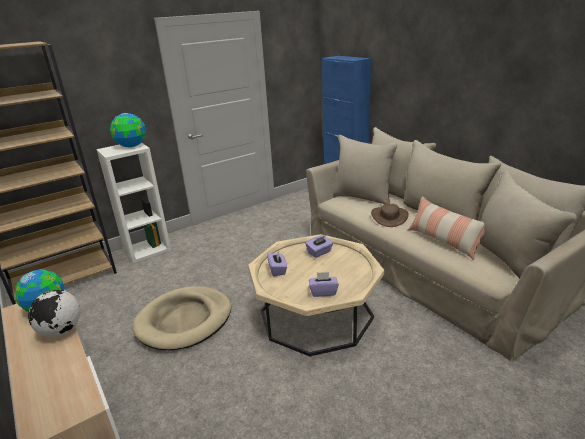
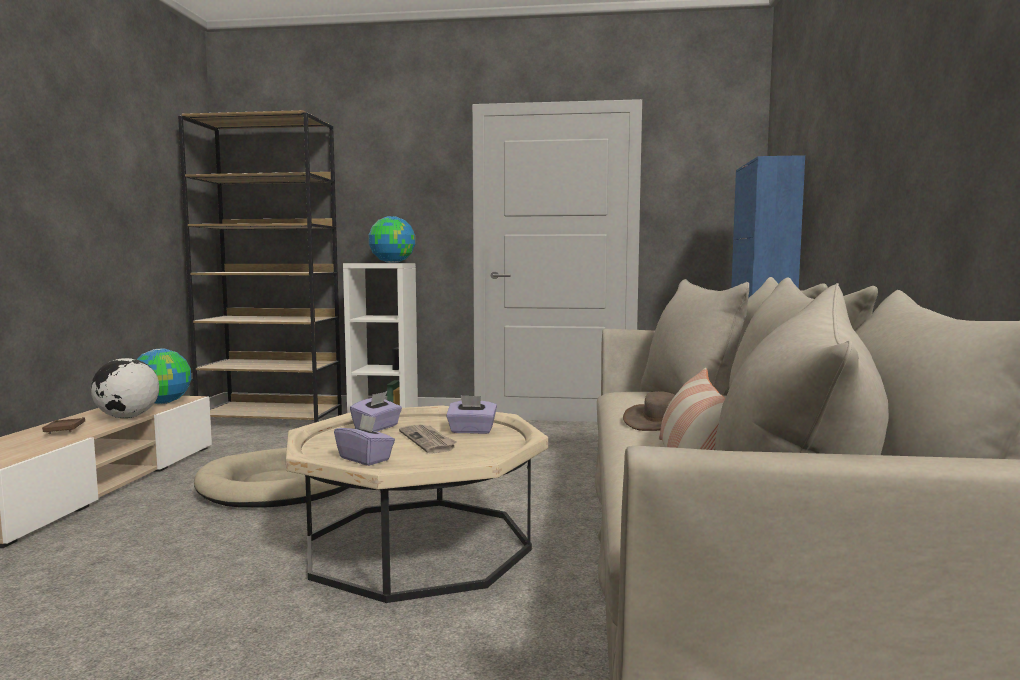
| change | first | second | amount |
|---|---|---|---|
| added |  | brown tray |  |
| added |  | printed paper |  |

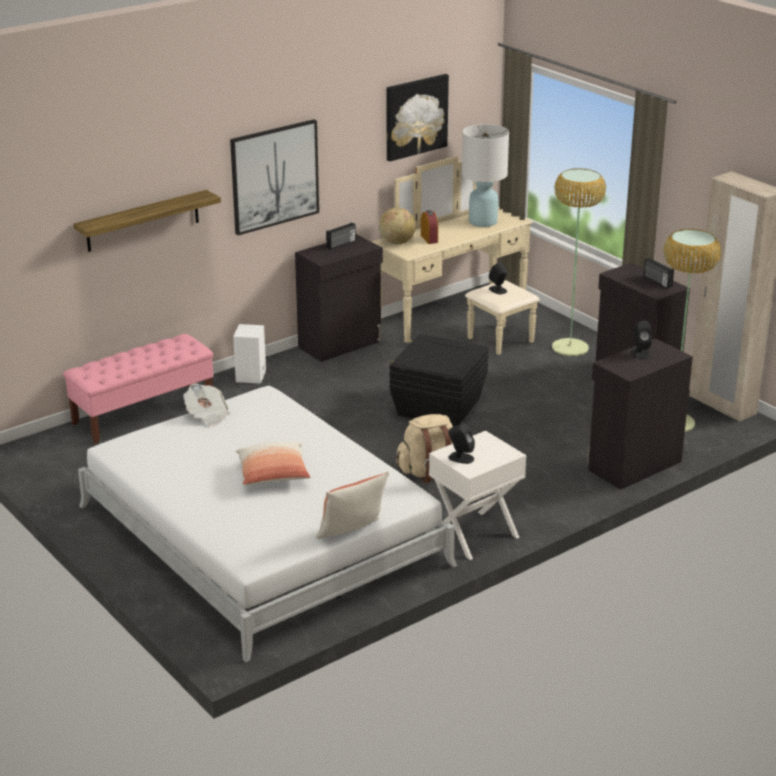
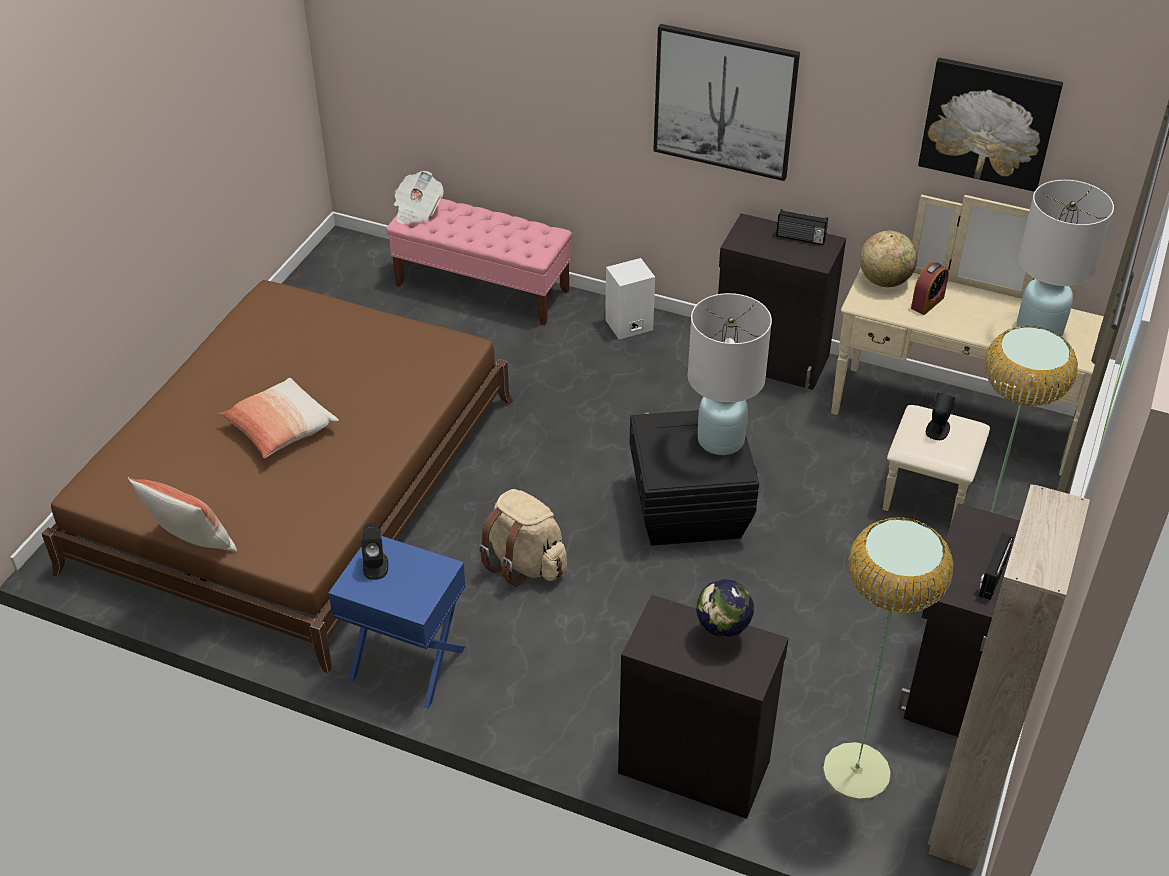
| change | first | second | amount |
|---|---|---|---|
| removed | shelf |  |  |
| added |  | white table lamp (1st from left) |  |
| moved | printed paper |  |  |
| replaced | blackish audio speaker (3rd from left) | globe (1st from left) |  |
| recoloured | white sleeping bed | brown sleeping bed |  |
| recoloured | white bedside table | bluish bedside table |  |

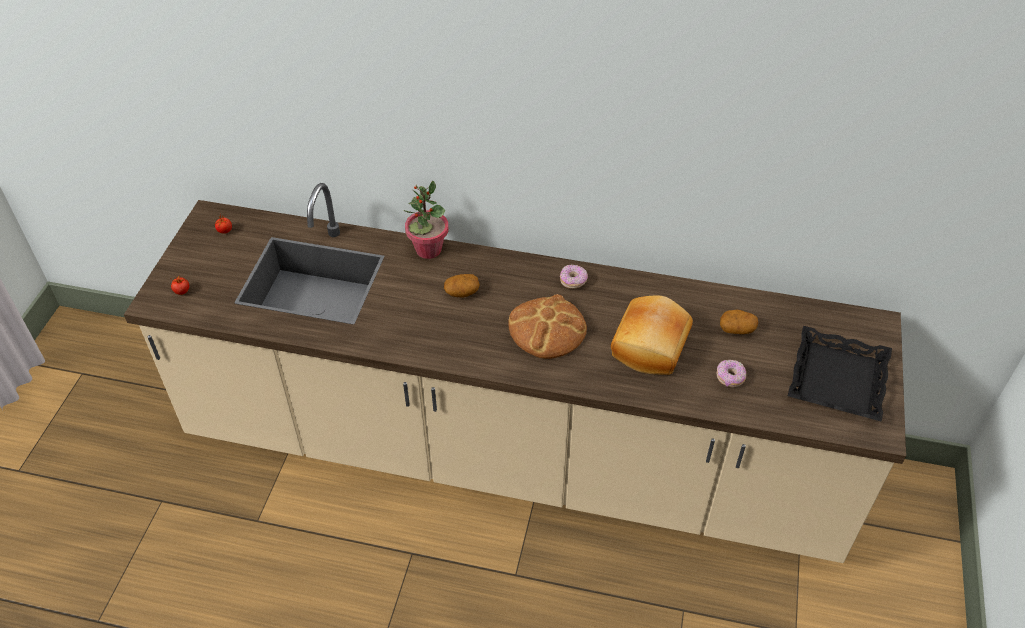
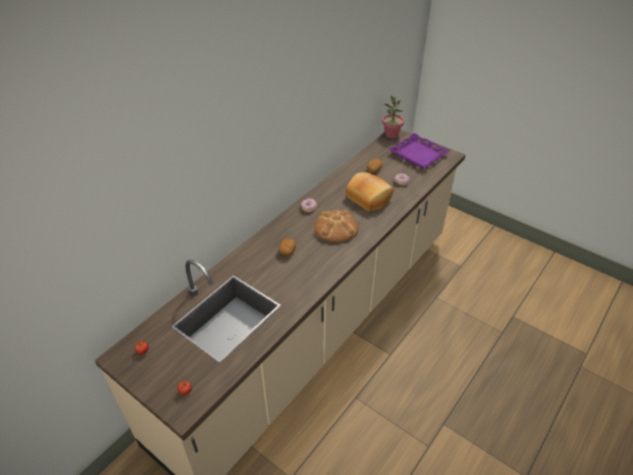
| change | first | second | amount |
|---|---|---|---|
| moved | plant in a pot |  |  |
| recoloured | blackish tray | purple tray |  |

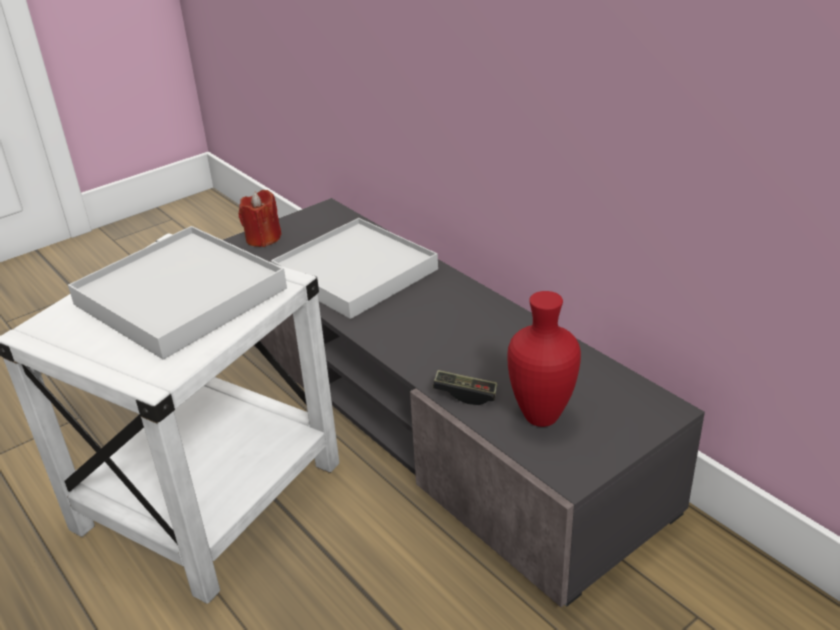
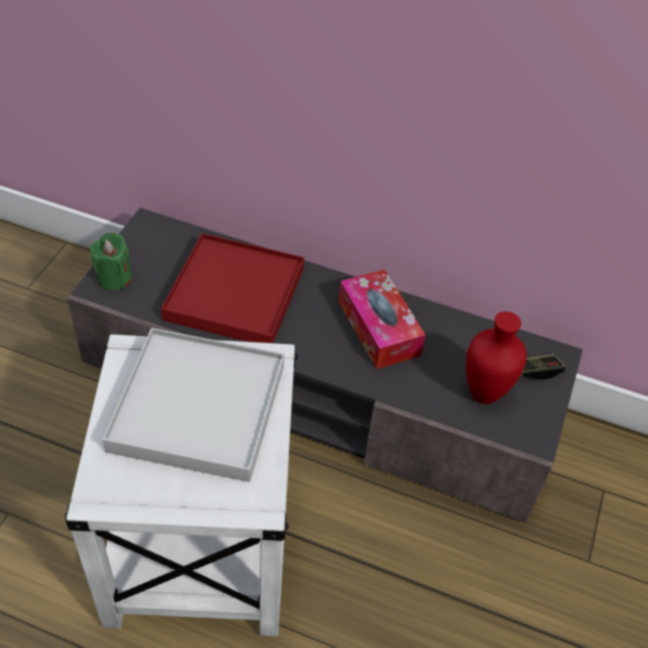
| change | first | second | amount |
|---|---|---|---|
| added |  | tissue holder |  |
| moved | gamepad |  |  |
| recoloured | red candle | greenish candle |  |
| recoloured | white tray (2nd from left) | red tray |  |

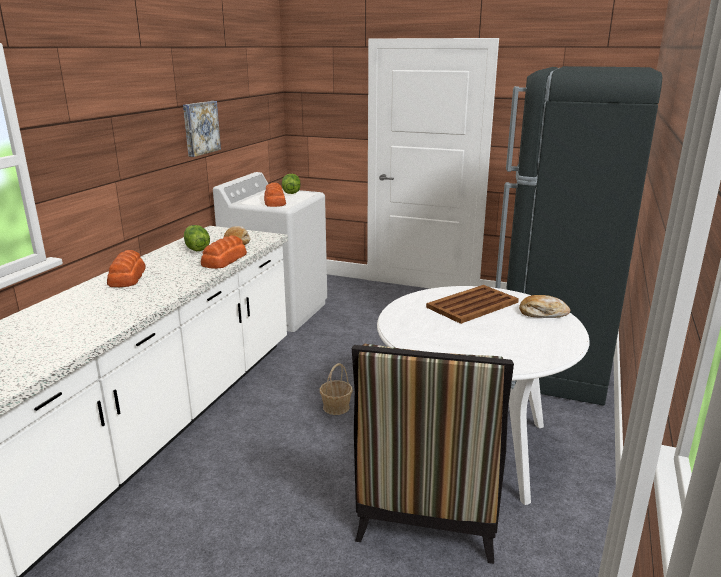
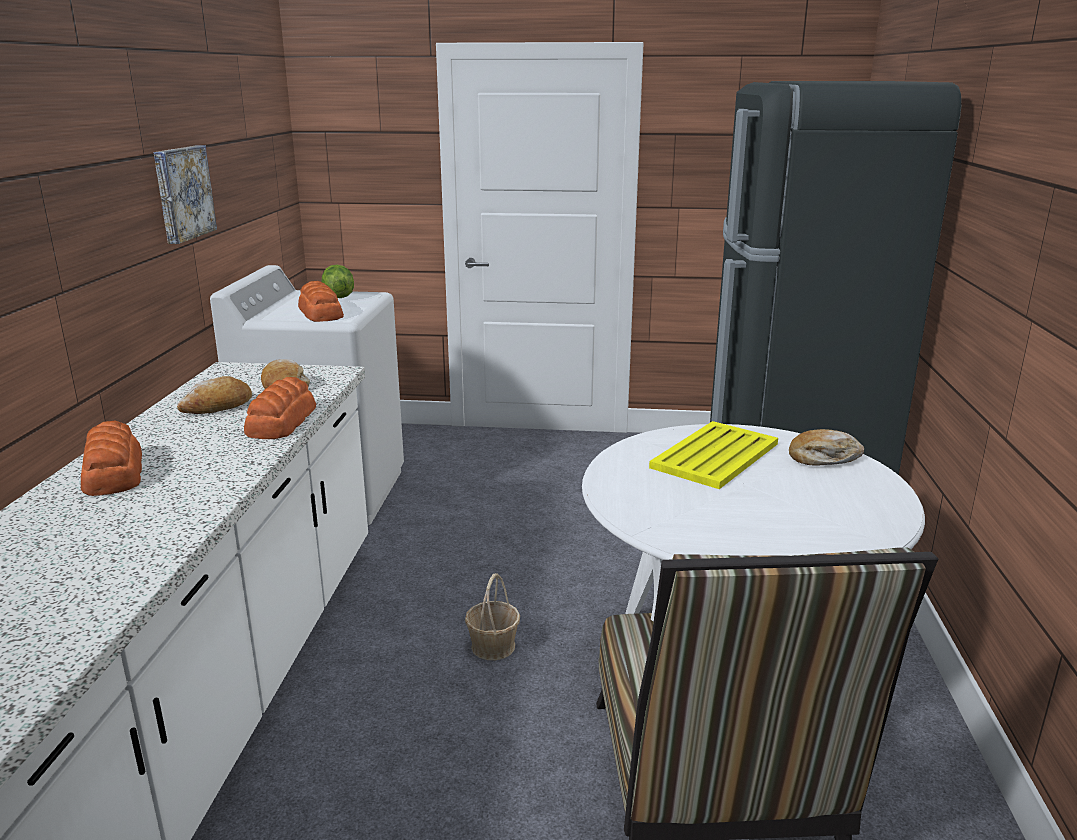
| change | first | second | amount |
|---|---|---|---|
| replaced | lettuce (1st from left) | baked bread (2nd from left) |  |
| recoloured | brown tray | yellowish tray |  |

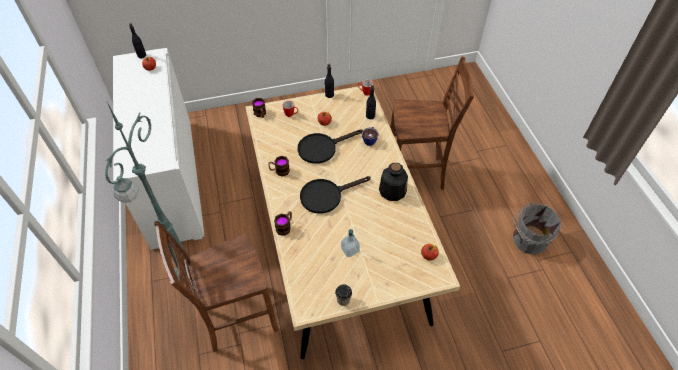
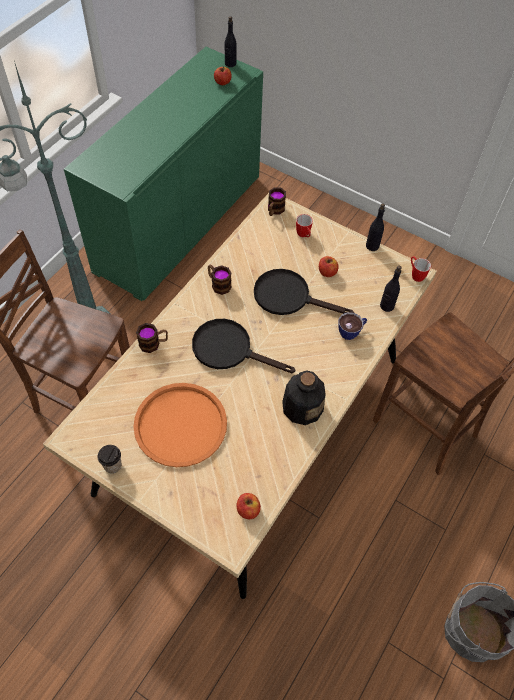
| change | first | second | amount |
|---|---|---|---|
| replaced | soap bottle | orange-coloured tray |  |
| recoloured | white storage cabinet | greenish storage cabinet |  |

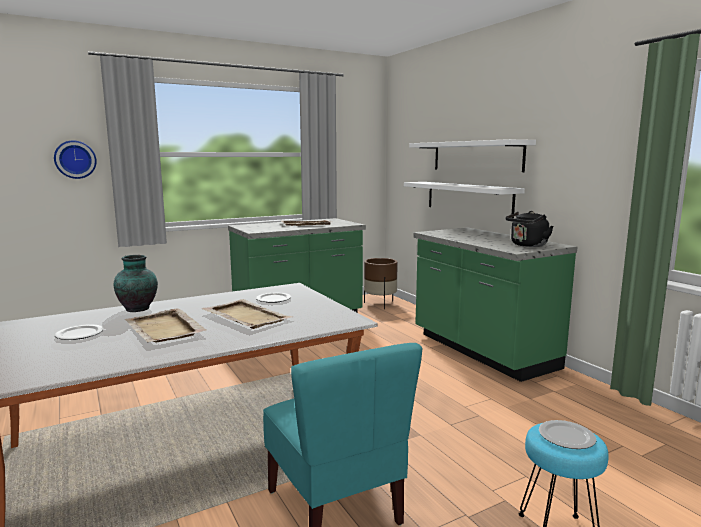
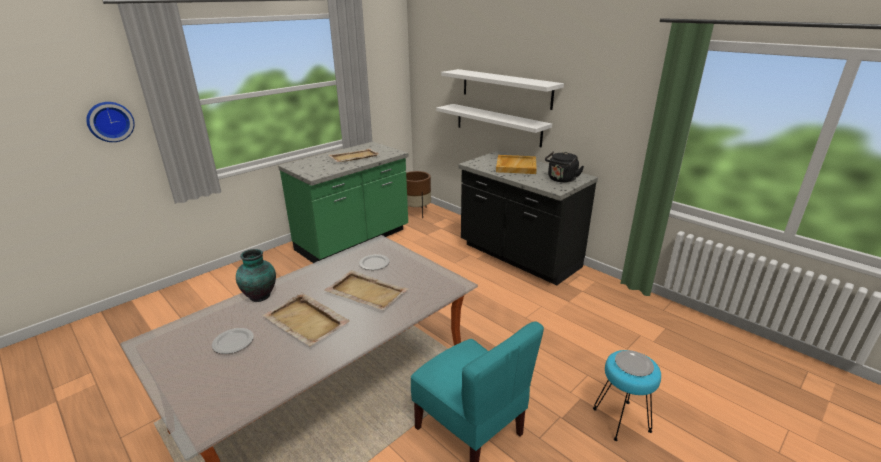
| change | first | second | amount |
|---|---|---|---|
| added |  | beige tray (4th from left) |  |
| recoloured | greenish kitchen counter (2nd from left) | blackish kitchen counter |  |

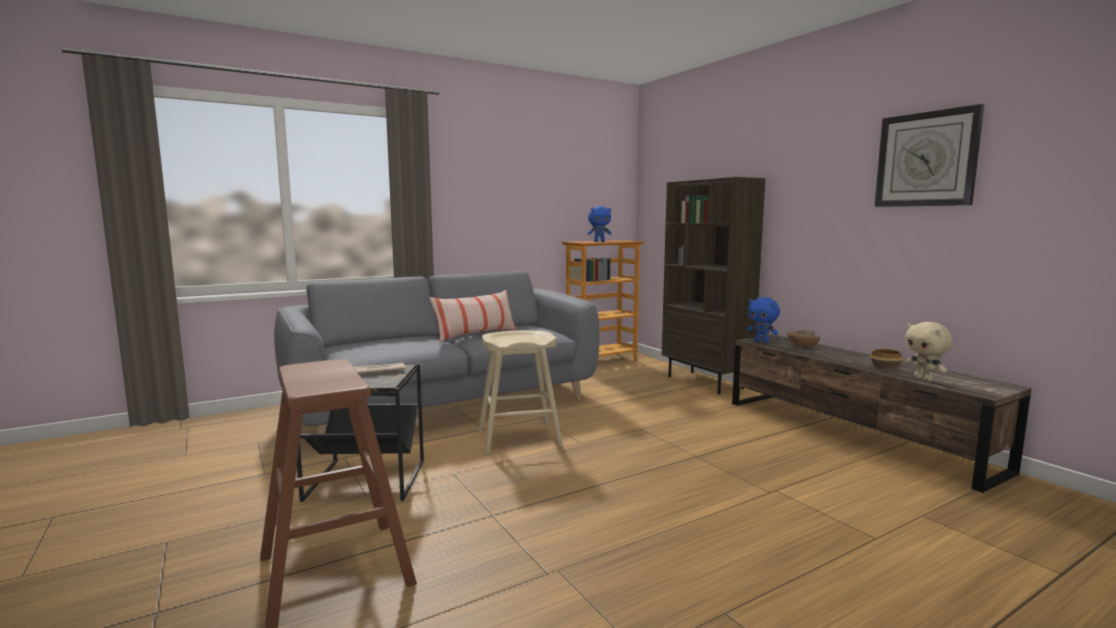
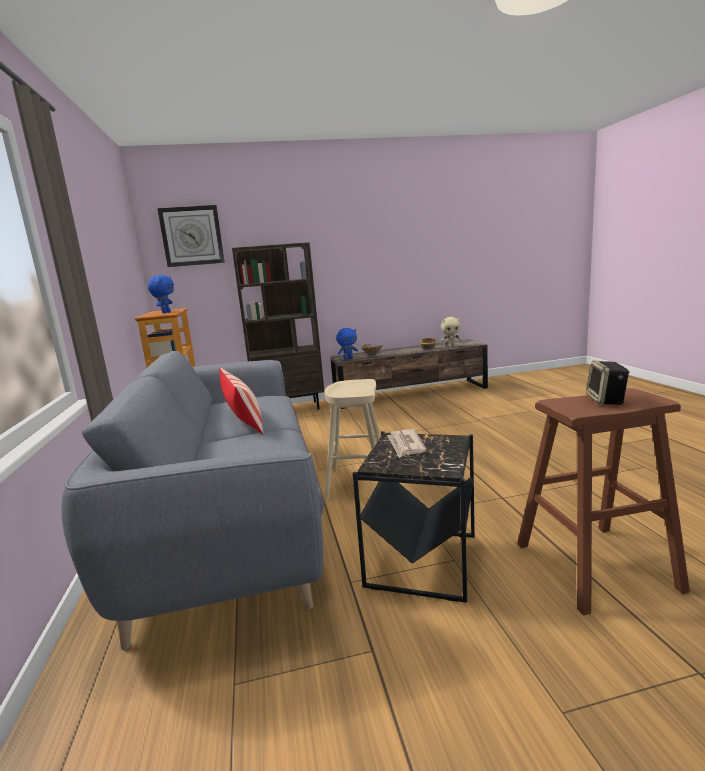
| change | first | second | amount |
|---|---|---|---|
| added |  | audio speaker |  |
| moved | clock on the wall |  |  |

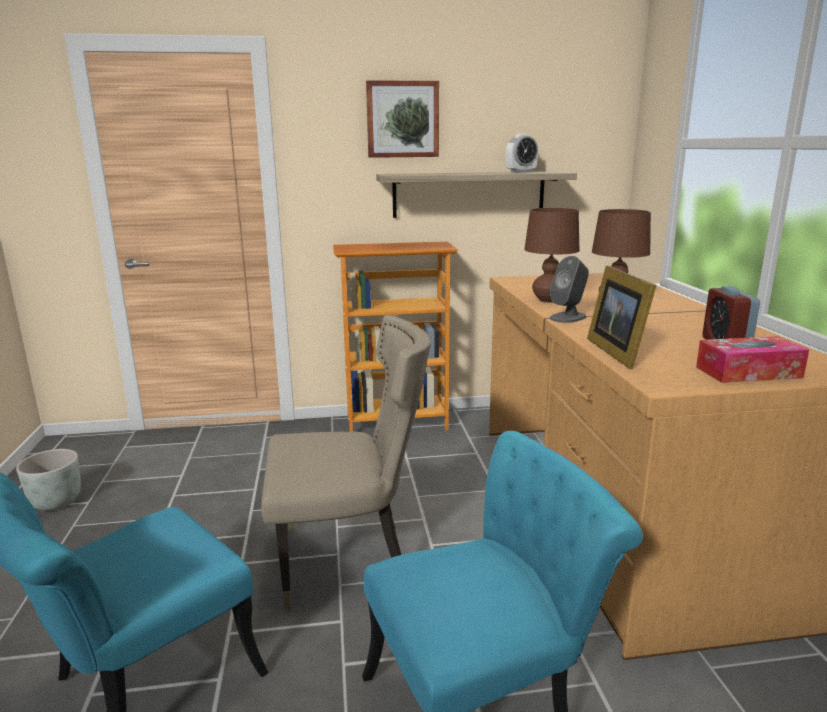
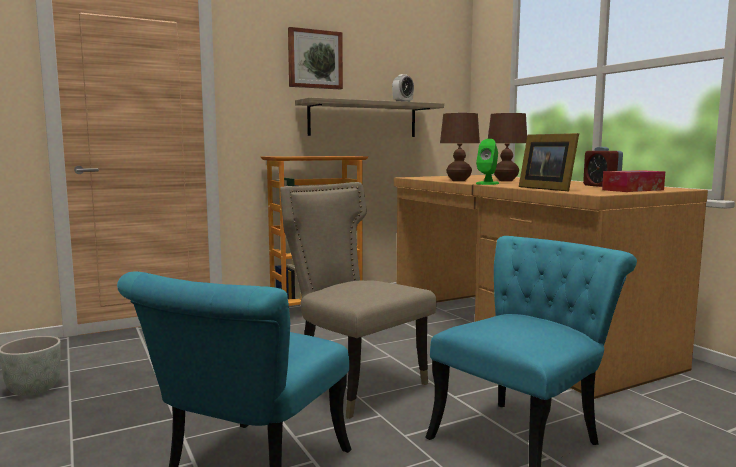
| change | first | second | amount |
|---|---|---|---|
| recoloured | gray audio speaker | greenish audio speaker |  |
| turned | beige plain chair |  | 105 degrees counterclockwise |

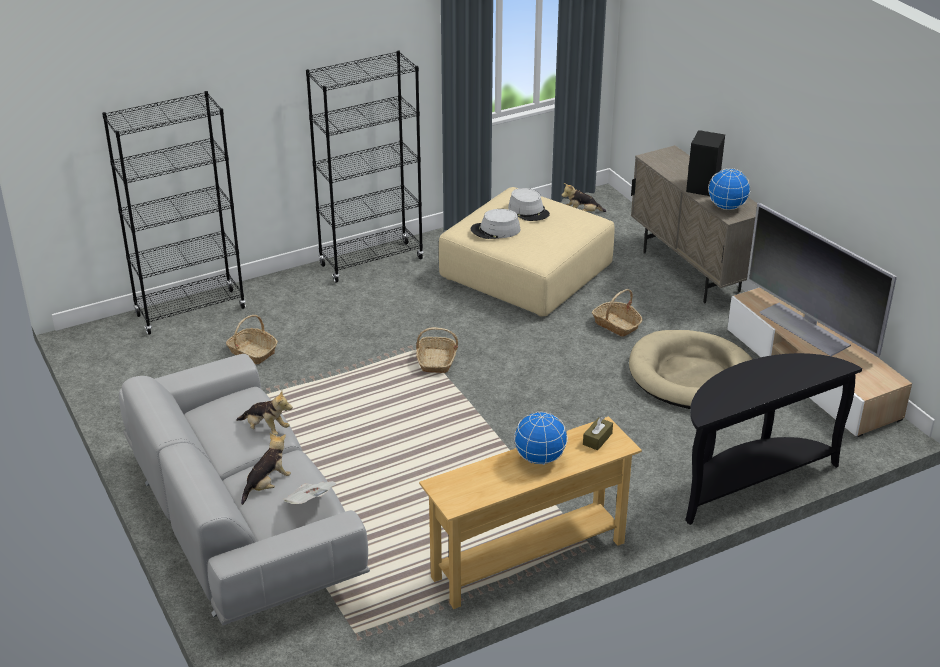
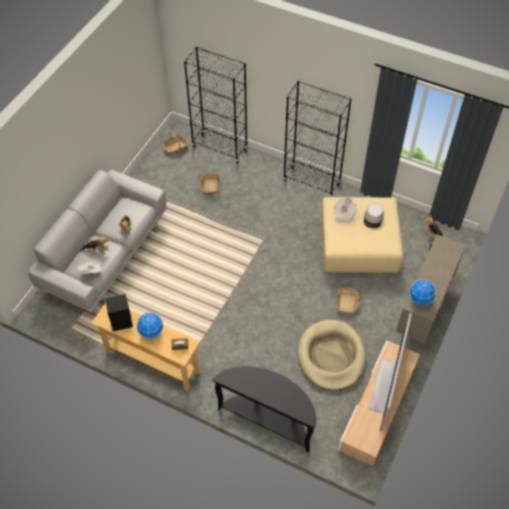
| change | first | second | amount |
|---|---|---|---|
| moved | storage basket (2nd from left in the first image) | storage basket (1st from left) |  |
| moved | blackish audio speaker |  |  |
| replaced | gray wearable hat (1st from left) | printed paper (2nd from left) |  |

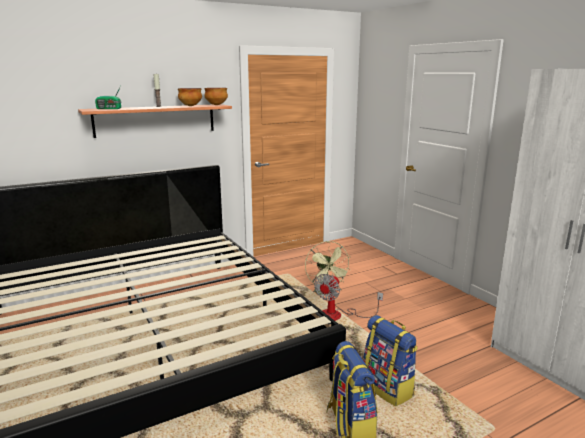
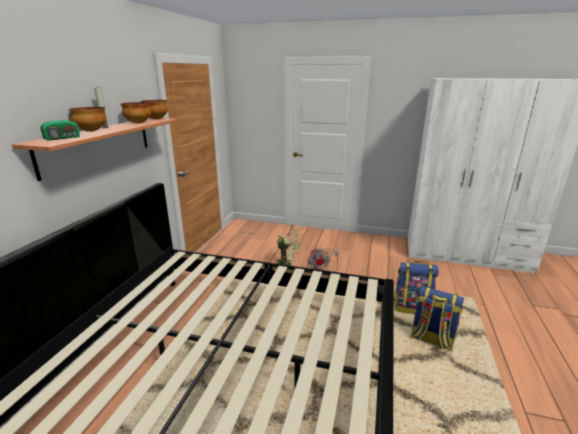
| change | first | second | amount |
|---|---|---|---|
| added |  | serving bowl (1st from left) |  |

